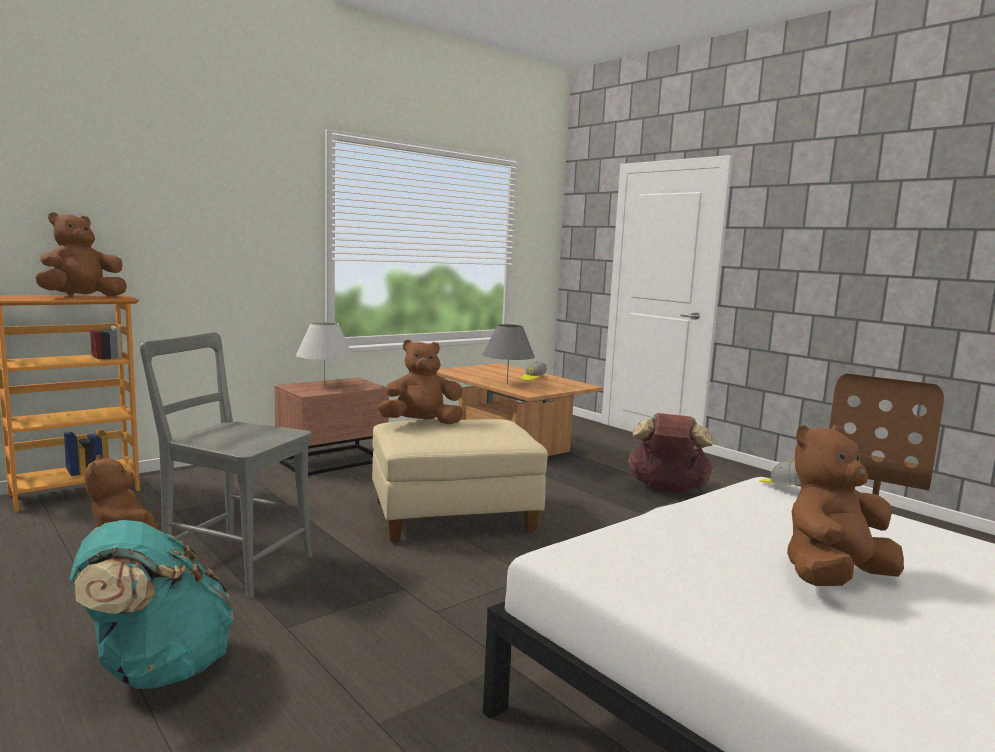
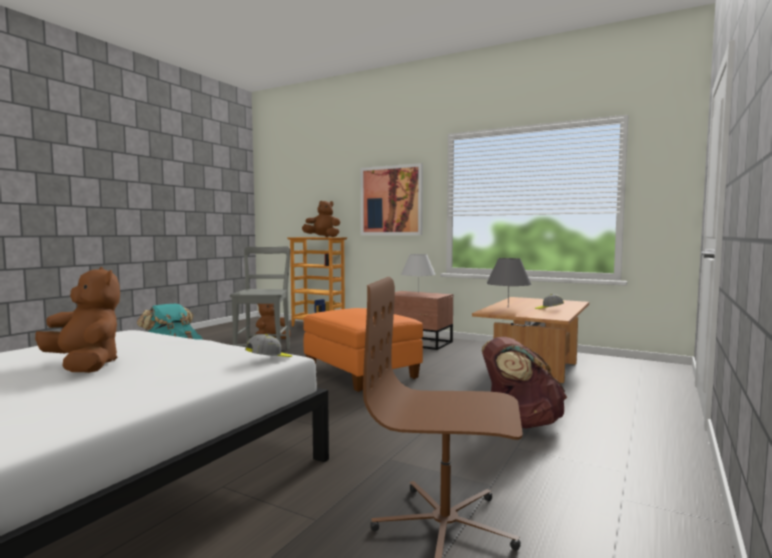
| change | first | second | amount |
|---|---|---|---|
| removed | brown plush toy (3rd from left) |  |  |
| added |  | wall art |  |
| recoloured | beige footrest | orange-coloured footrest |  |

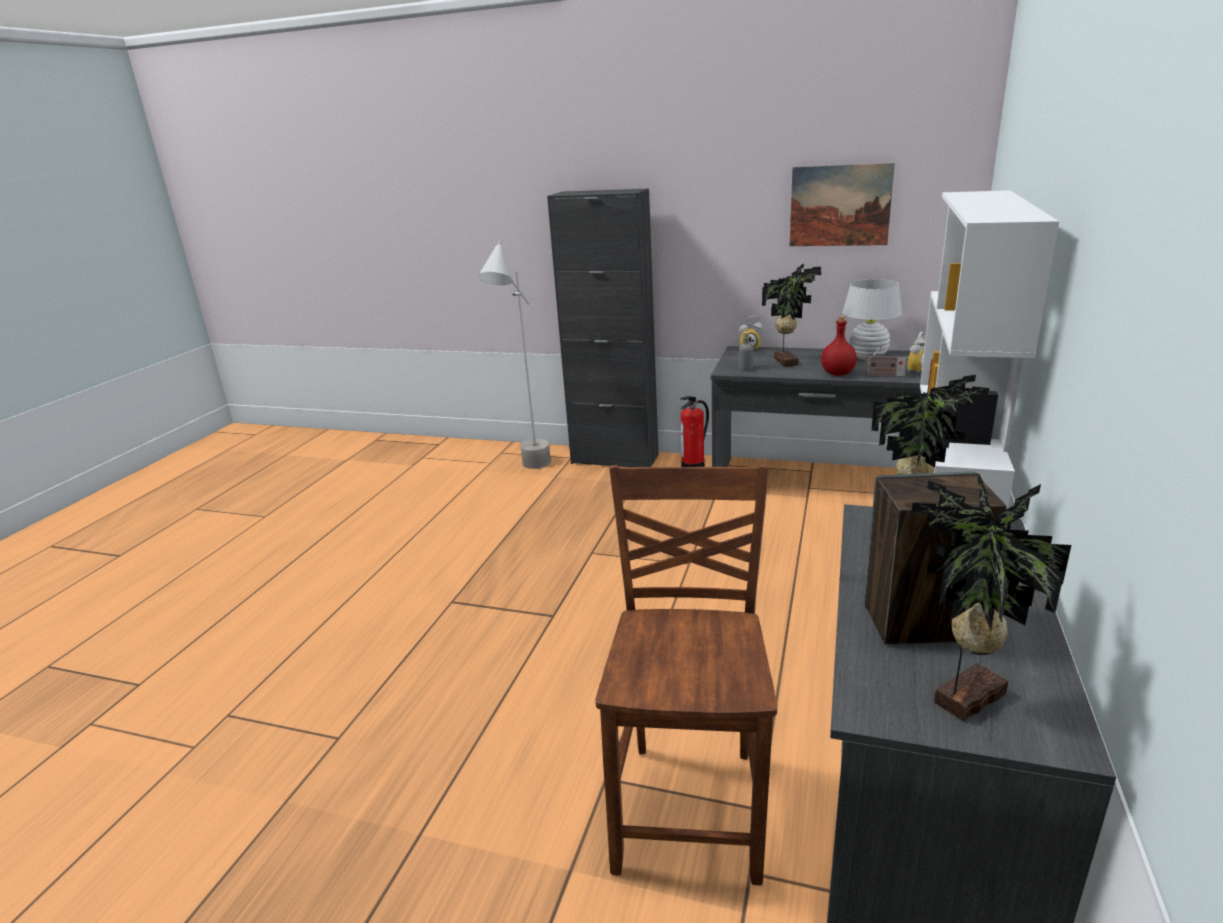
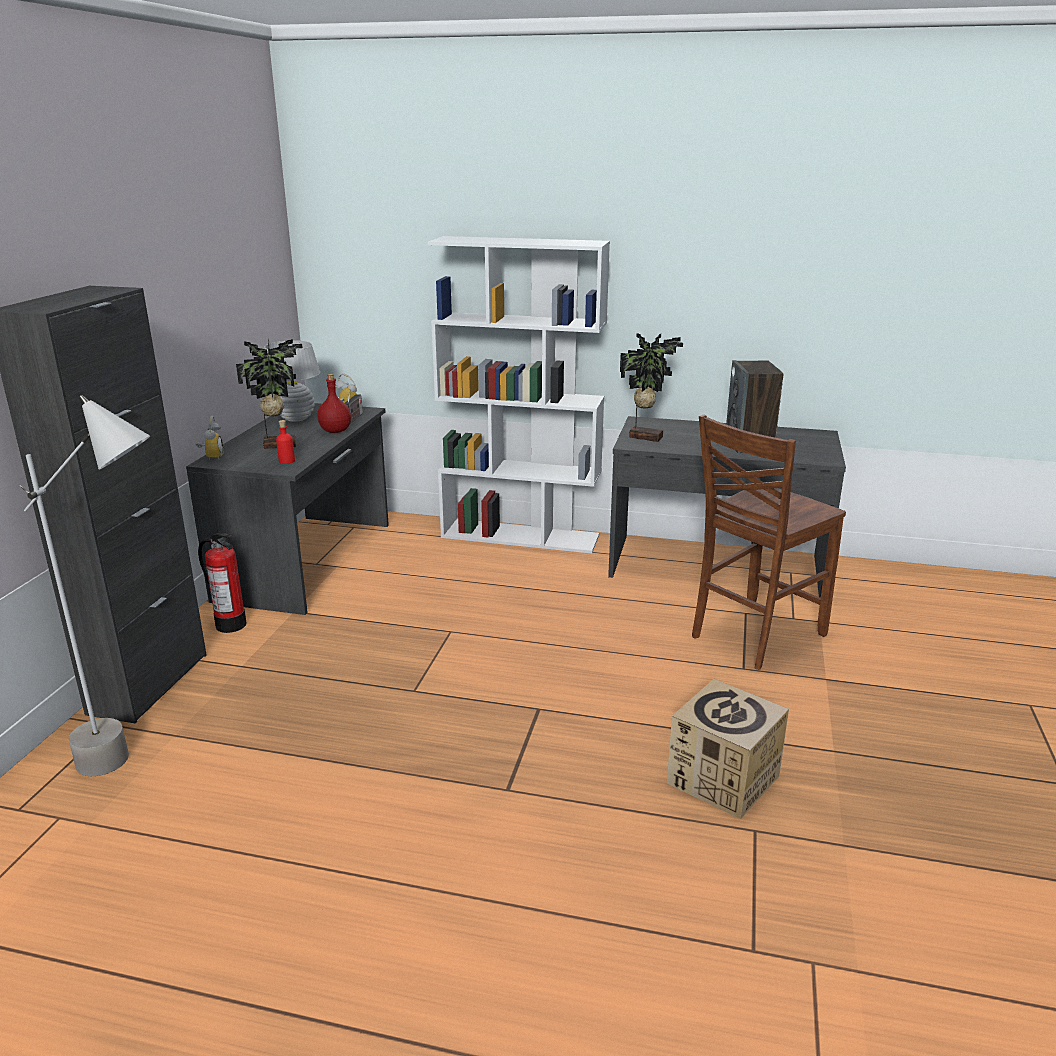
| change | first | second | amount |
|---|---|---|---|
| removed | wall art |  |  |
| removed | plant in a pot (3rd from left) |  |  |
| added |  | carton |  |
| recoloured | gray bottle | red bottle (1st from left) |  |
| turned | brown plain chair |  | 45 degrees counterclockwise |

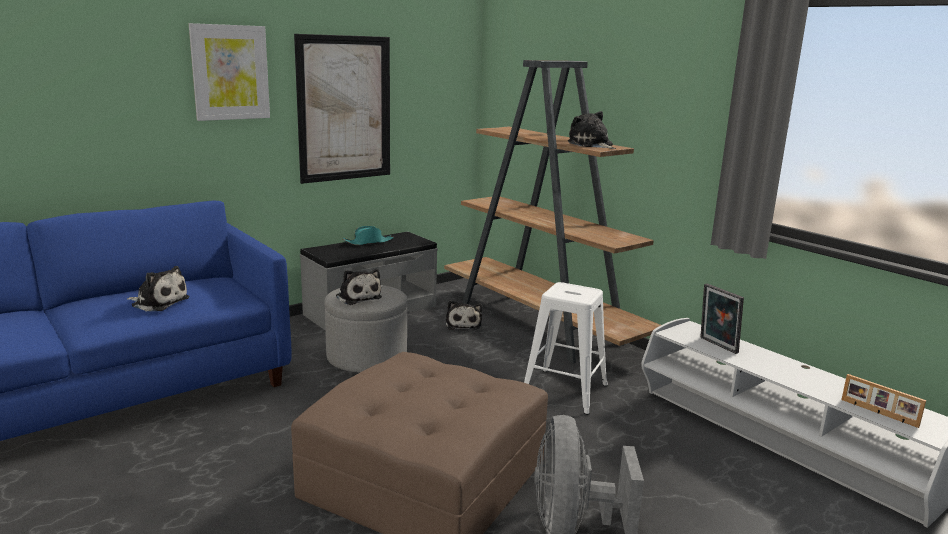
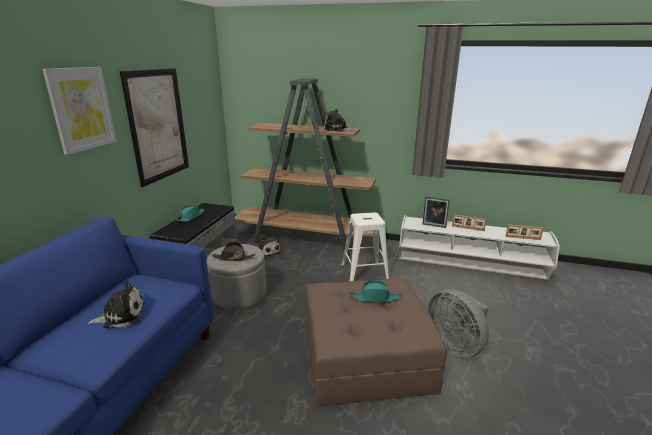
| change | first | second | amount |
|---|---|---|---|
| added |  | turquoise wearable hat (2nd from left) |  |
| added |  | standing frame (2nd from left) |  |
| replaced | plush toy (2nd from left) | blackish wearable hat |  |

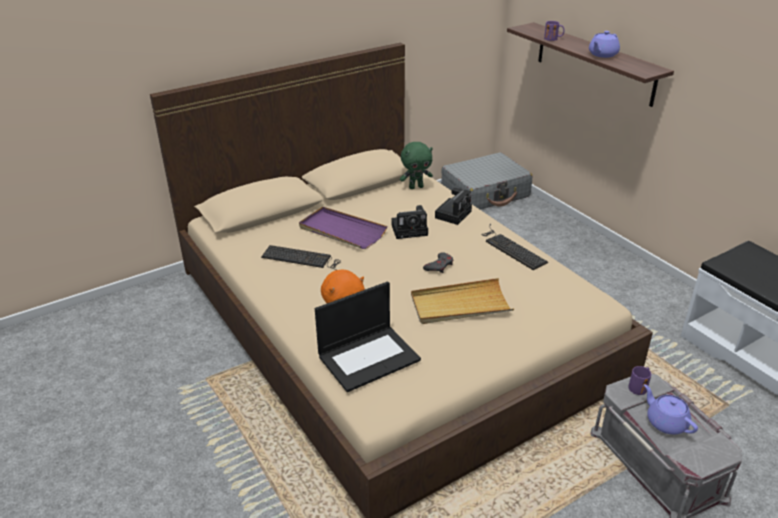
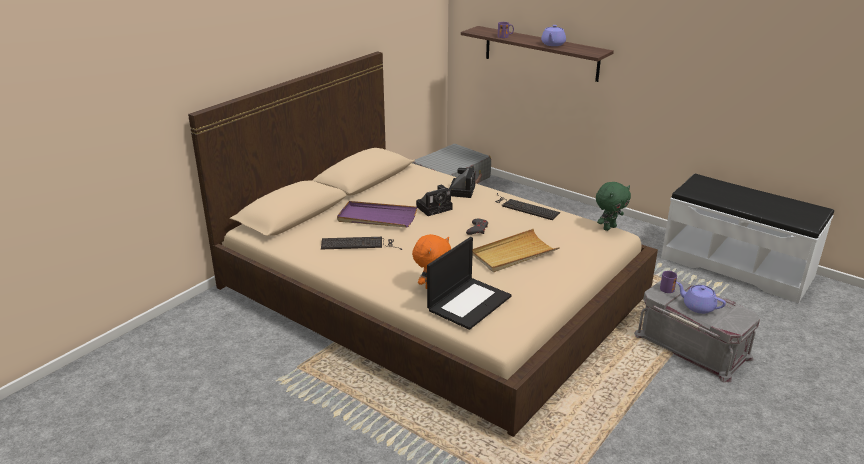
| change | first | second | amount |
|---|---|---|---|
| moved | greenish plush toy |  |  |

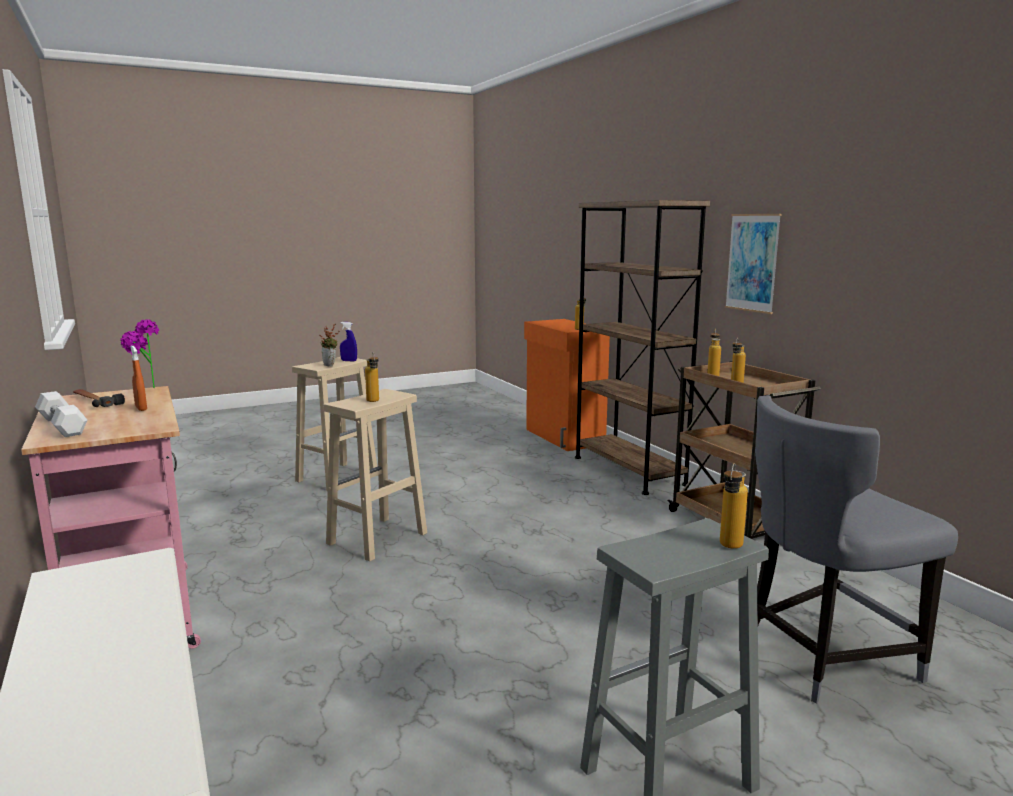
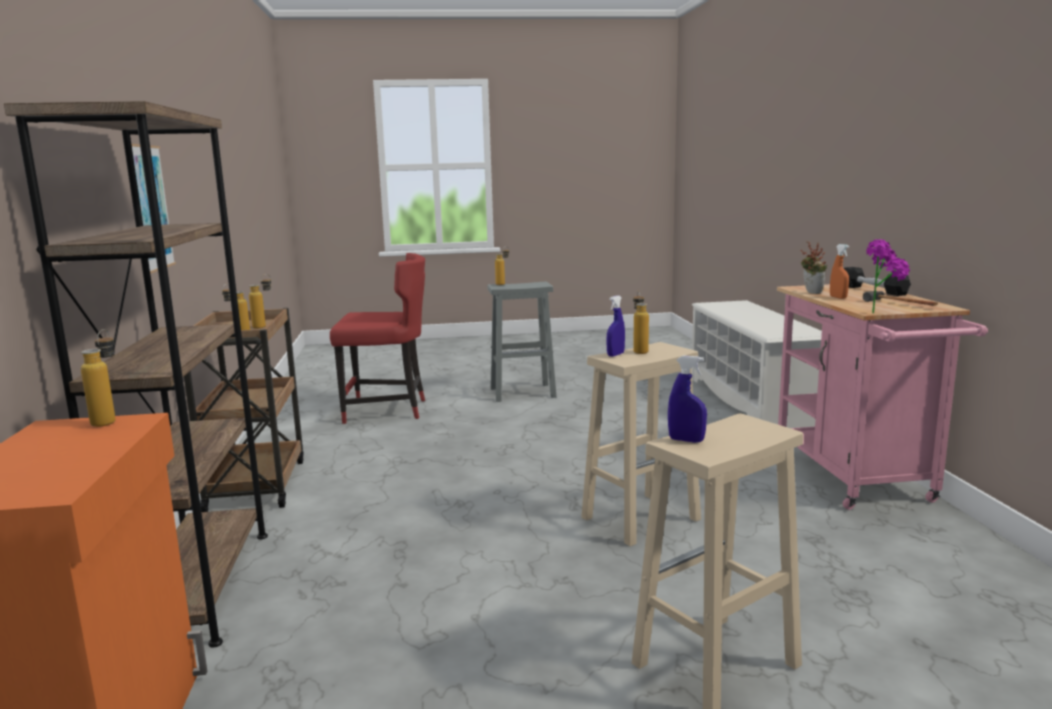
| change | first | second | amount |
|---|---|---|---|
| added |  | bluish hand sprayer (1st from left) |  |
| moved | plant in a pot (2nd from left in the first image) | plant in a pot (1st from left) |  |
| recoloured | white dumbbell | blackish dumbbell |  |
| recoloured | gray plain chair | red plain chair |  |

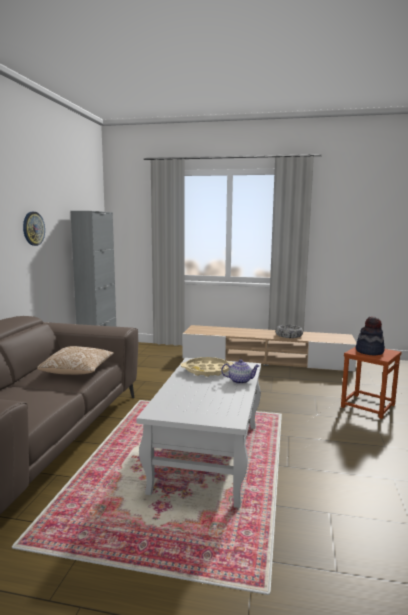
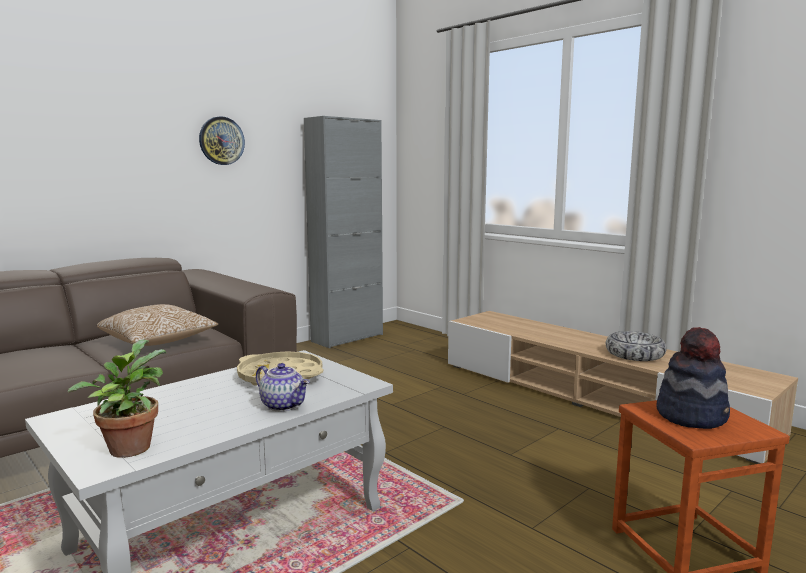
| change | first | second | amount |
|---|---|---|---|
| added |  | plant in a pot |  |

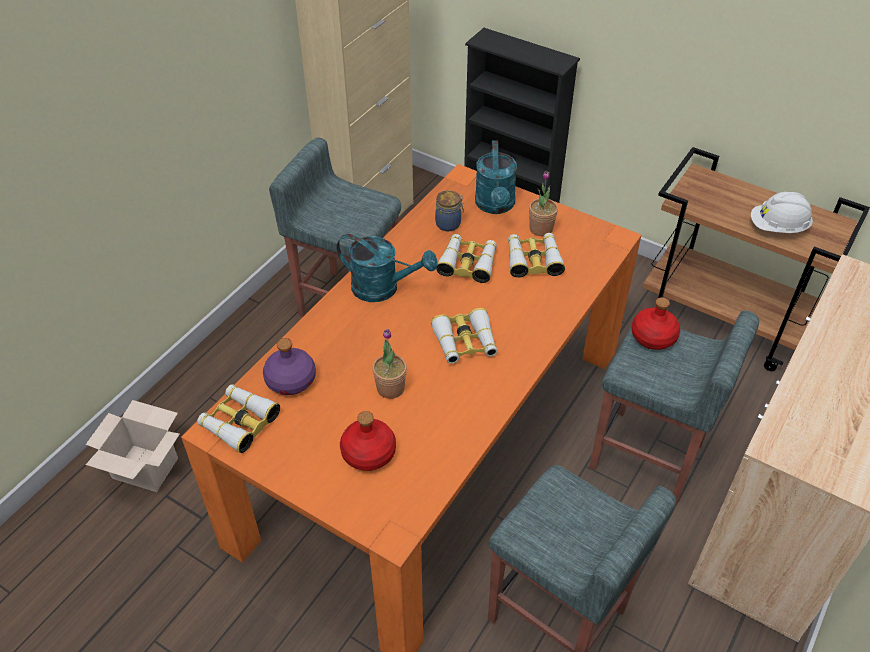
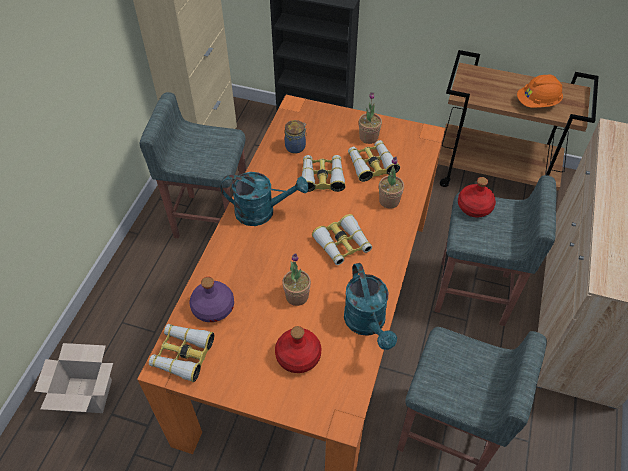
| change | first | second | amount |
|---|---|---|---|
| added |  | plant in a pot (3rd from left) |  |
| moved | turquoise watering can (2nd from left) |  |  |
| recoloured | white work helmet | orange-coloured work helmet |  |

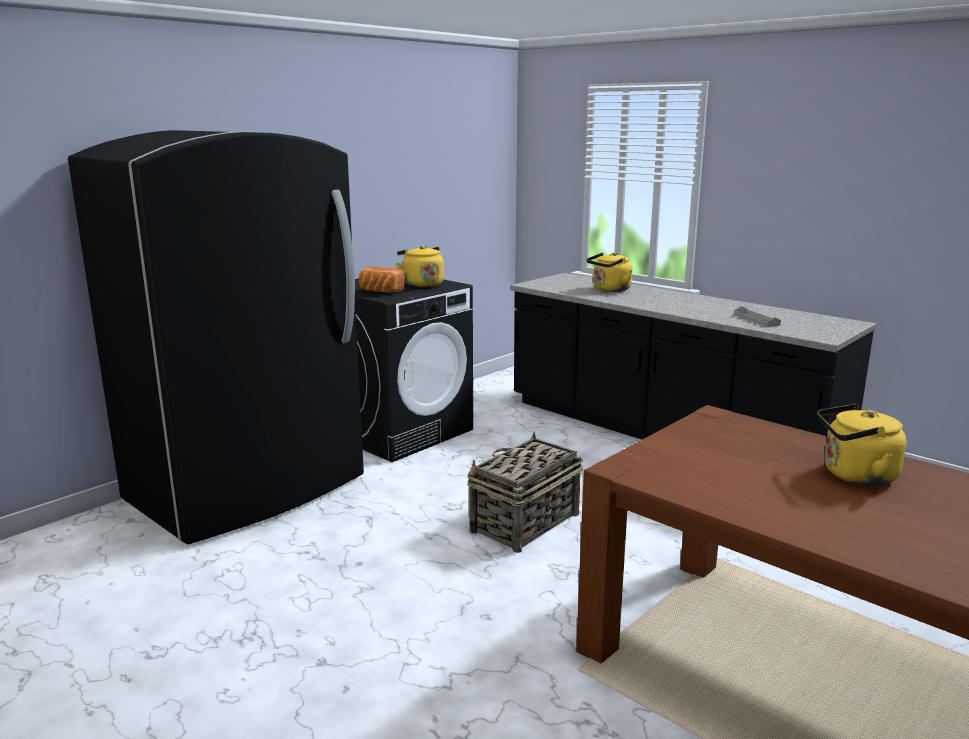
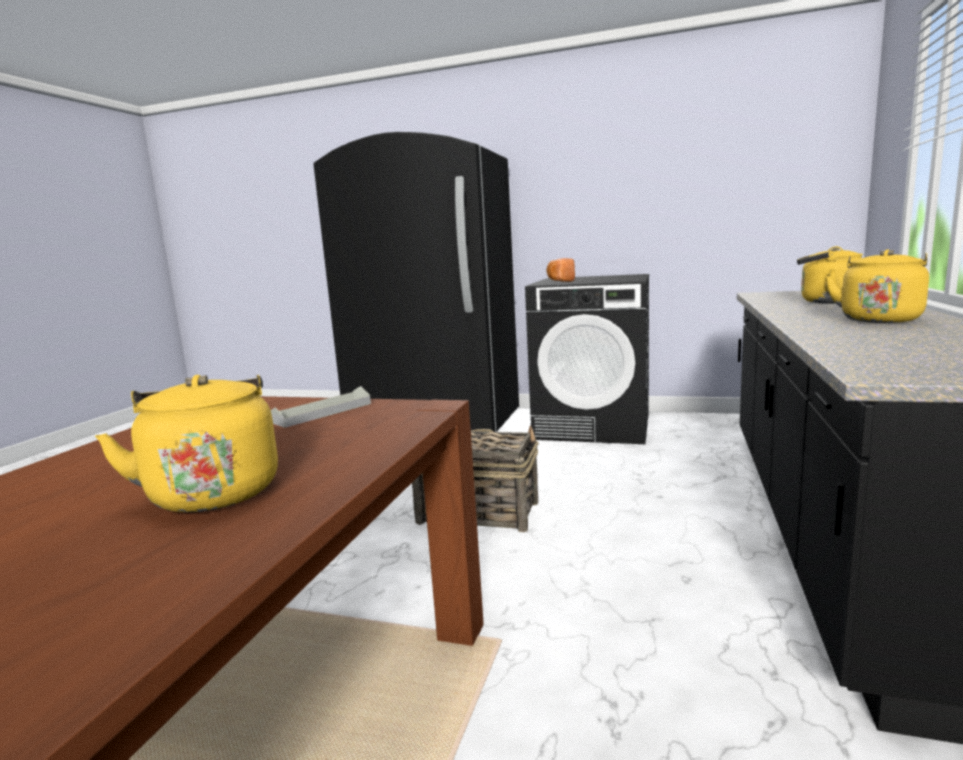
| change | first | second | amount |
|---|---|---|---|
| moved | yellowish tea kettle (1st from left in the first image) | yellowish tea kettle (3rd from left) |  |
| moved | gray tray |  |  |

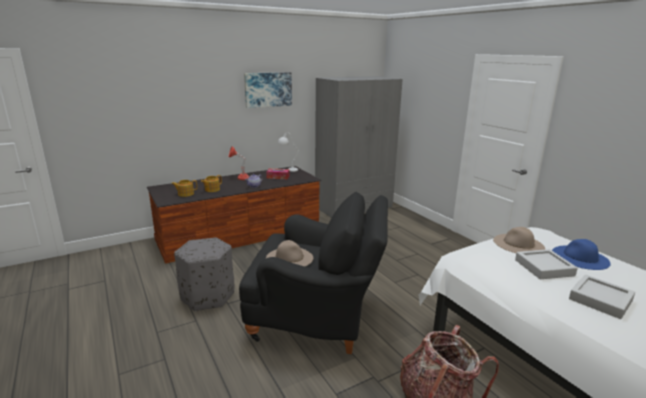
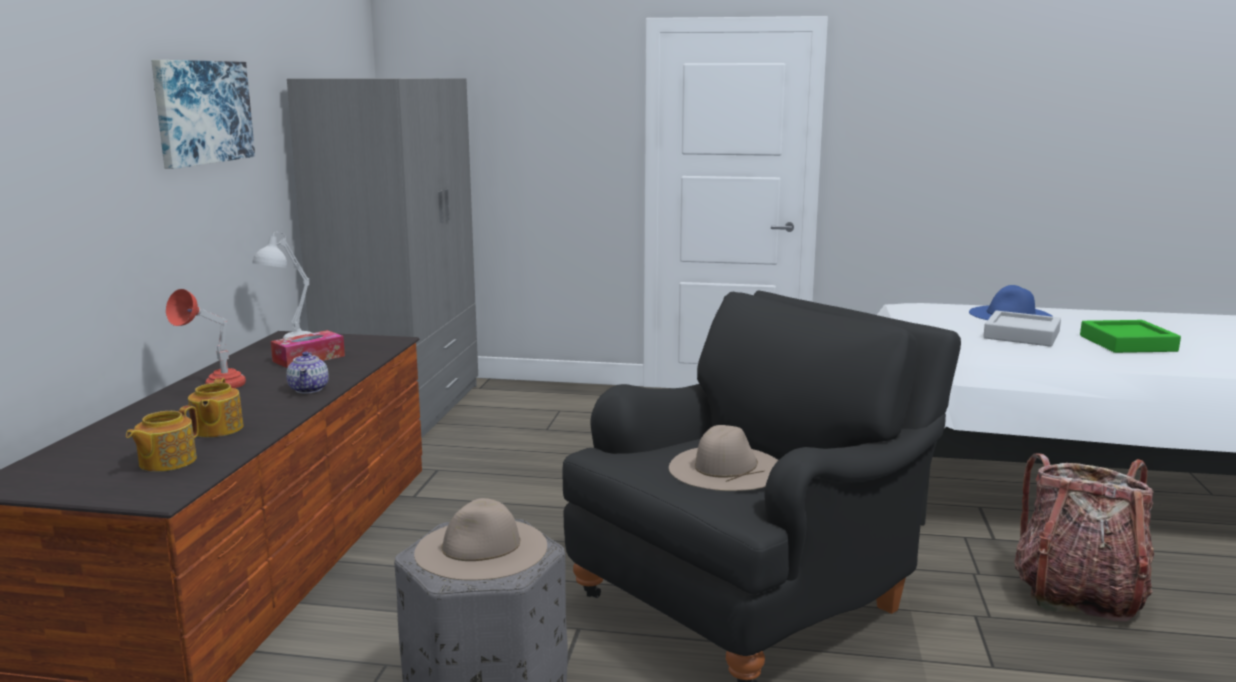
| change | first | second | amount |
|---|---|---|---|
| moved | beige wearable hat (2nd from left in the first image) | beige wearable hat (1st from left) |  |
| recoloured | gray tray (2nd from left) | greenish tray |  |

